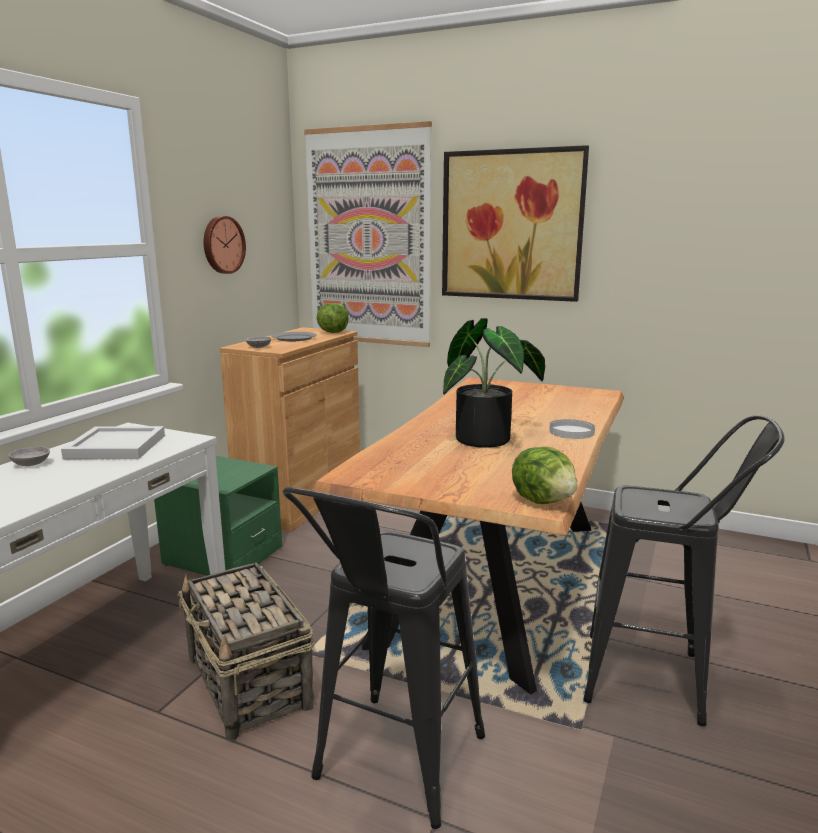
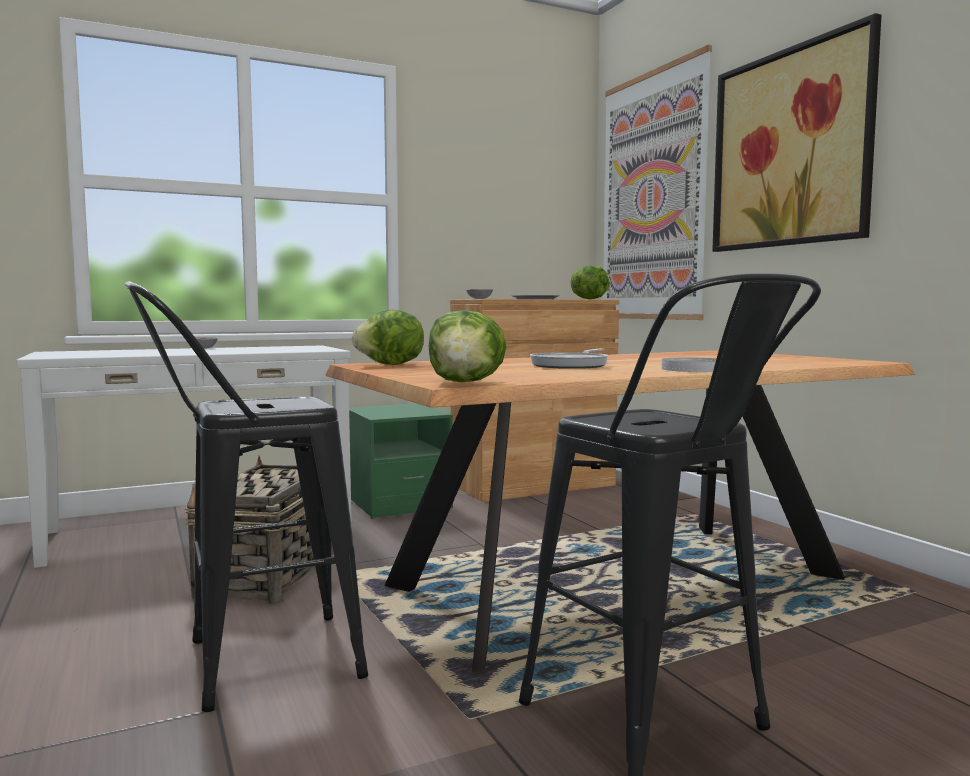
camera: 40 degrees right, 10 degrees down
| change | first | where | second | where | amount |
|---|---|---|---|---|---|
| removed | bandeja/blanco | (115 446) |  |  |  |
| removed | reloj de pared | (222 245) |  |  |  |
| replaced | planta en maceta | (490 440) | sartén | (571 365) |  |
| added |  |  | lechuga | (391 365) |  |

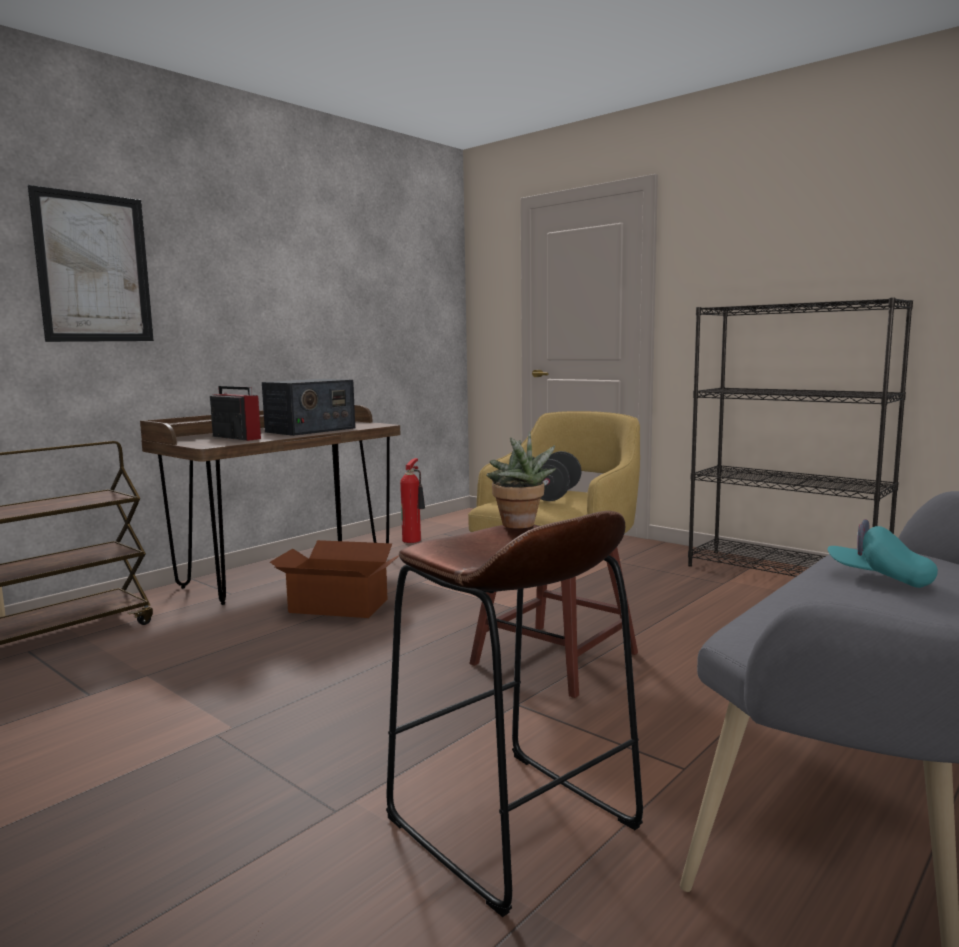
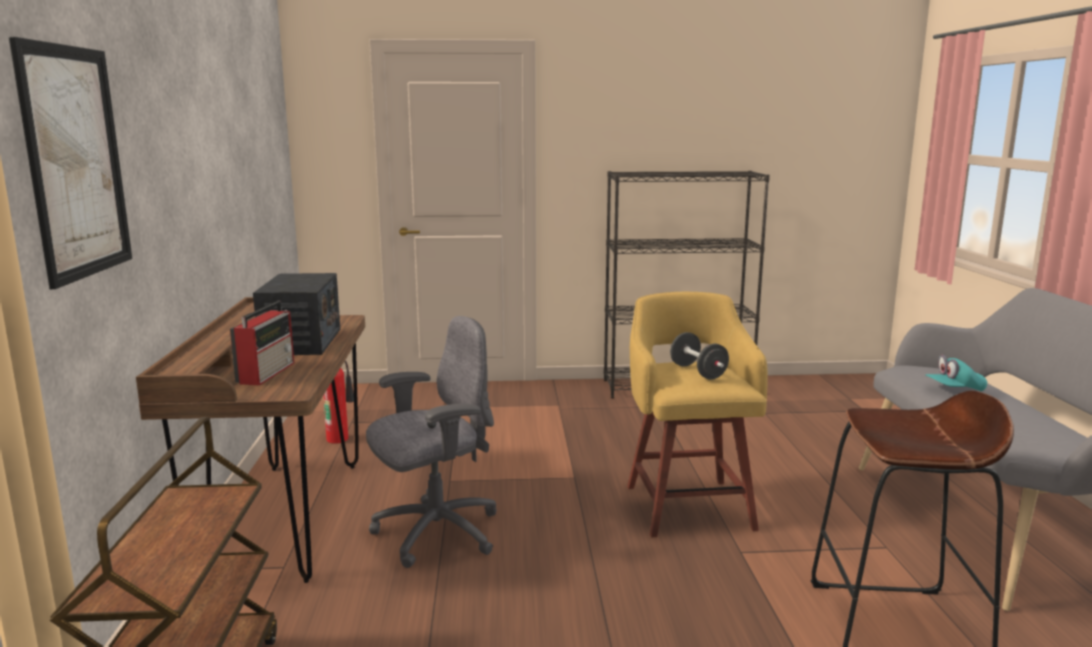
camera: 45 degrees left, 5 degrees up
| change | first | where | second | where | amount |
|---|---|---|---|---|---|
| turned | radio | (236 438) |  | (267 372) | 105 degrees clockwise |
| replaced | caja de cartón | (339 606) | silla de oficina/gris | (435 533) |  |
| removed | planta en maceta | (520 526) |  |  |  |

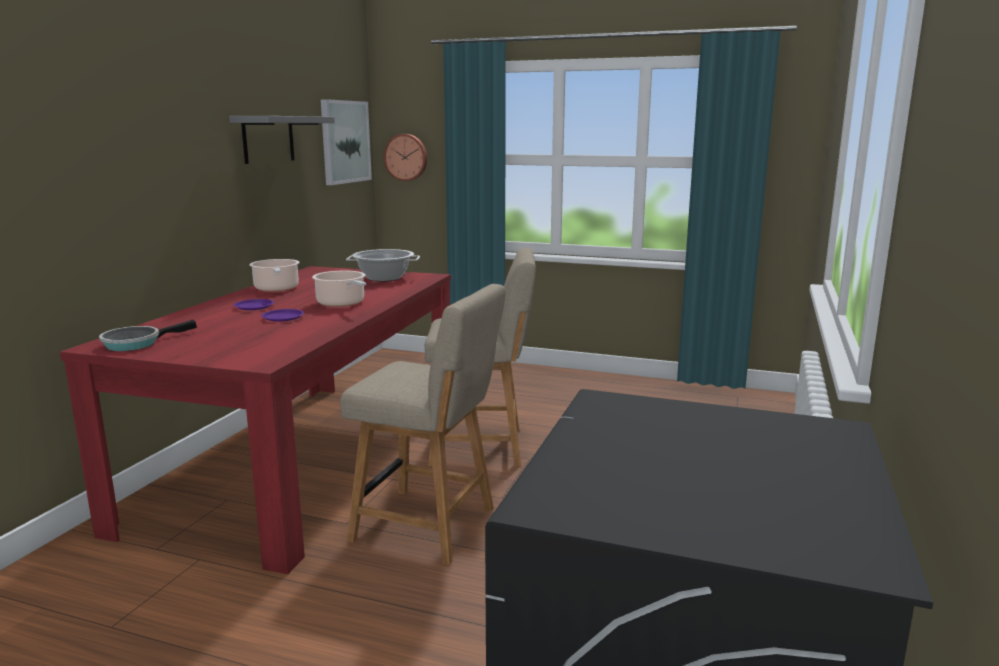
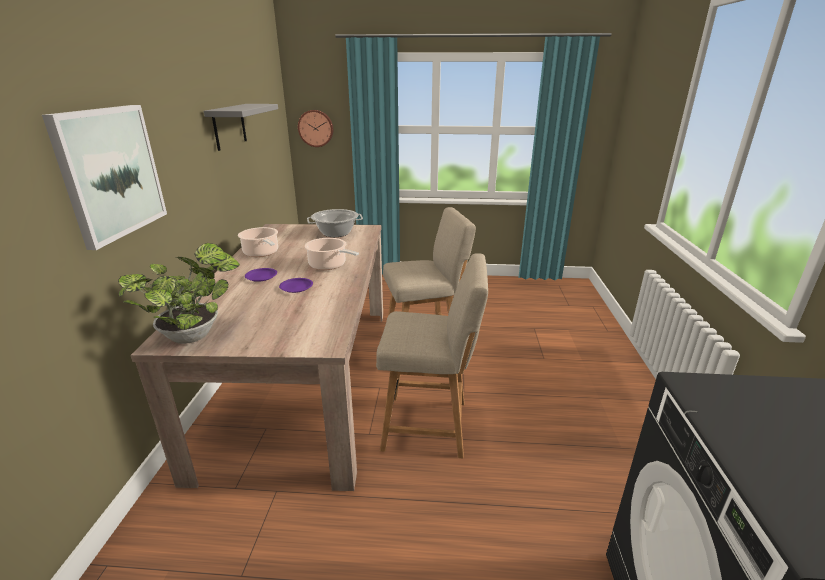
camera: 15 degrees left, 10 degrees up
| change | first | where | second | where | amount |
|---|---|---|---|---|---|
| recoloured | mesa de comedor/rojo | (307 458) | mesa de comedor/beis | (306 378) |  |
| replaced | sartén | (136 343) | planta en maceta | (195 335) |  |
| moved | cuadro | (345 142) |  | (110 173) |  |

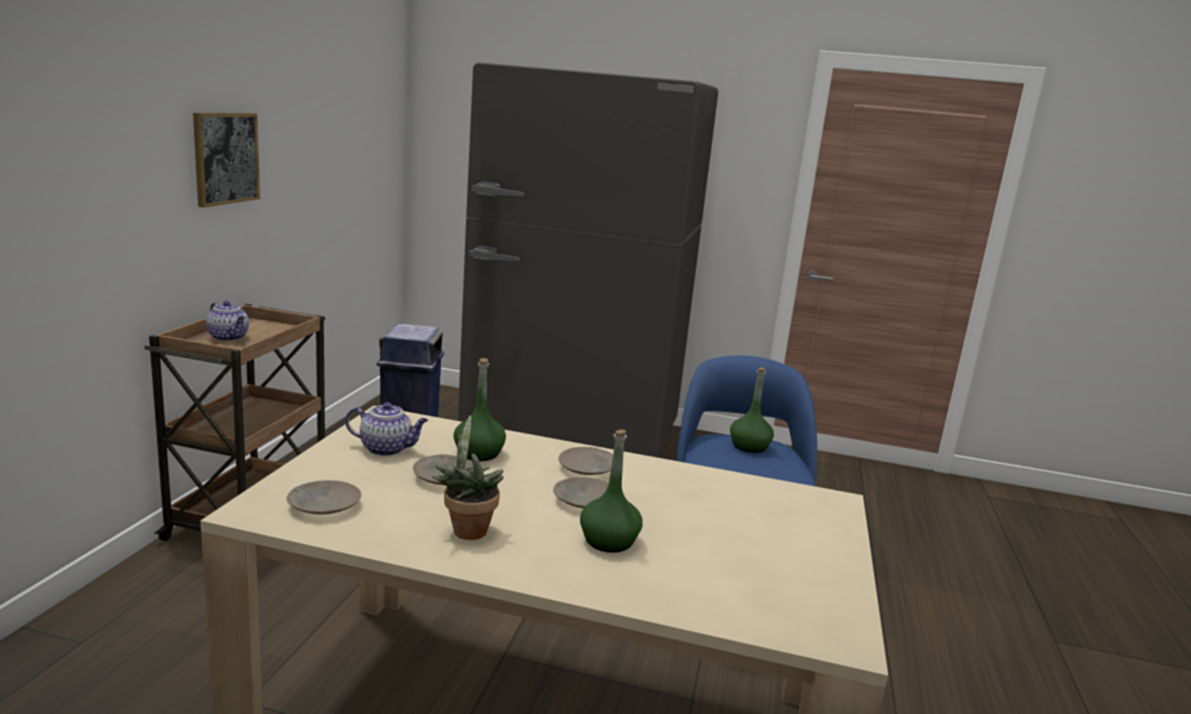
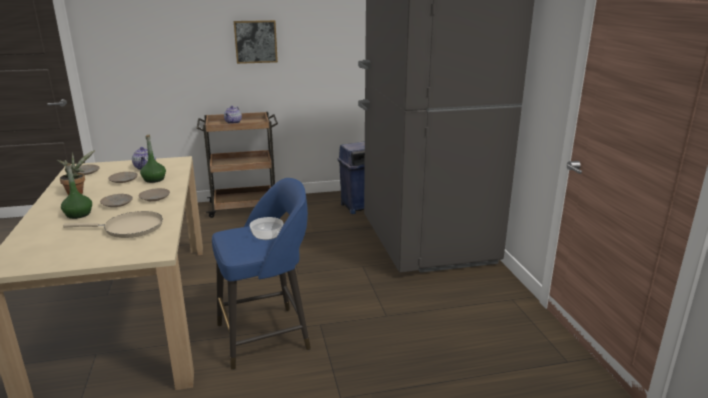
camera: 65 degrees right, 5 degrees up
| change | first | where | second | where | amount |
|---|---|---|---|---|---|
| replaced | botella/verde | (749 446) | cuenco | (266 235) |  |
| added |  |  | sartén/beis | (129 228) |  |

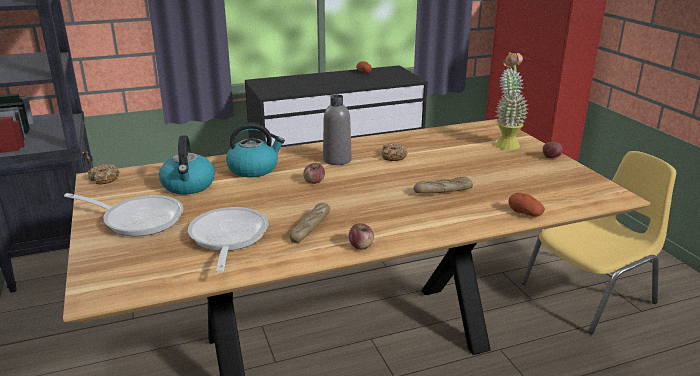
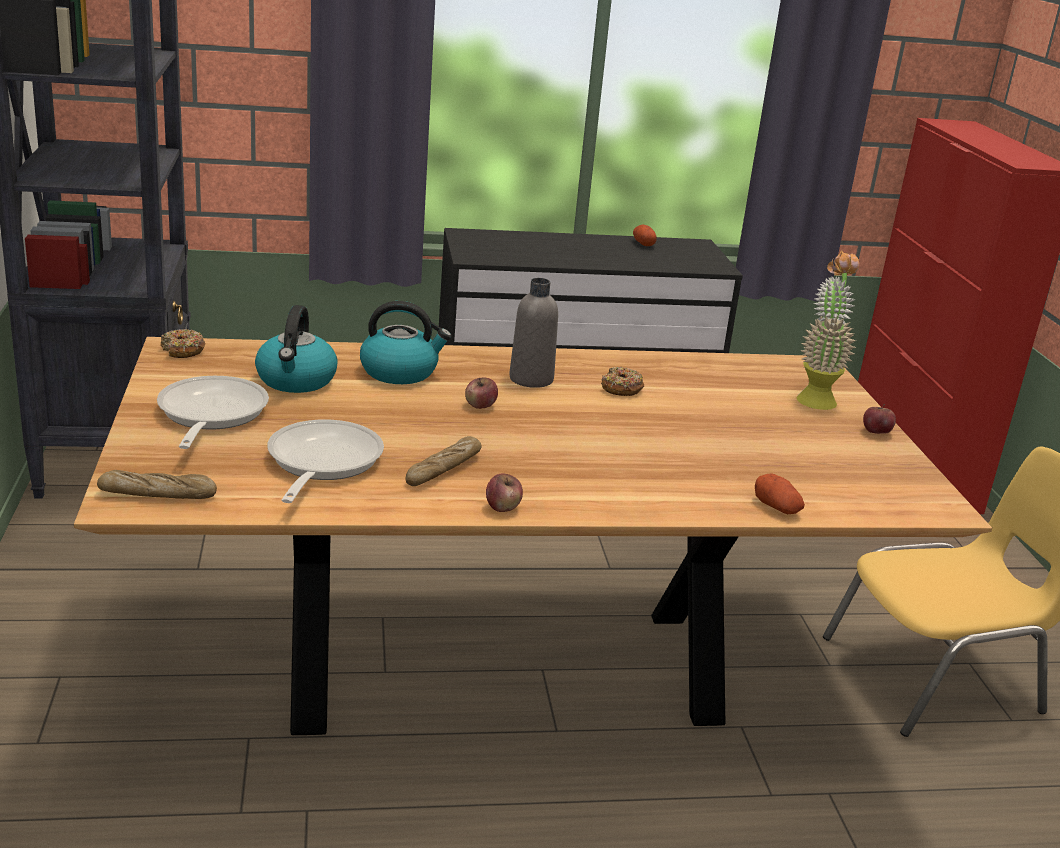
camera: 10 degrees right, 0 degrees up
| change | first | where | second | where | amount |
|---|---|---|---|---|---|
| turned | sartén | (138 219) |  | (210 415) | 120 degrees counterclockwise |
| moved | pan | (443 191) |  | (157 494) |  |

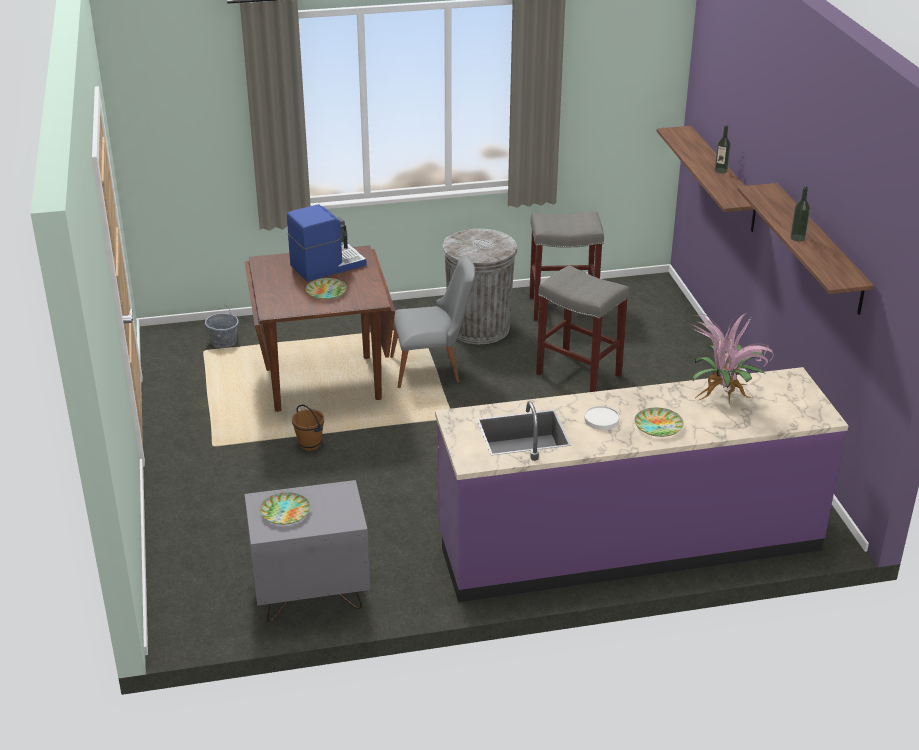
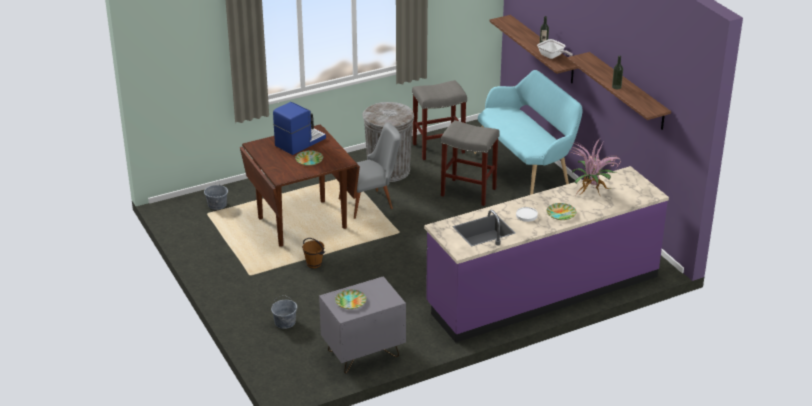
camera: 15 degrees left, 0 degrees up
| change | first | where | second | where | amount |
|---|---|---|---|---|---|
| added |  |  | cubo/gris | (284 322) |  |
| added |  |  | banco/turquesa | (526 171) |  |
| added |  |  | sartén | (552 56) |  |

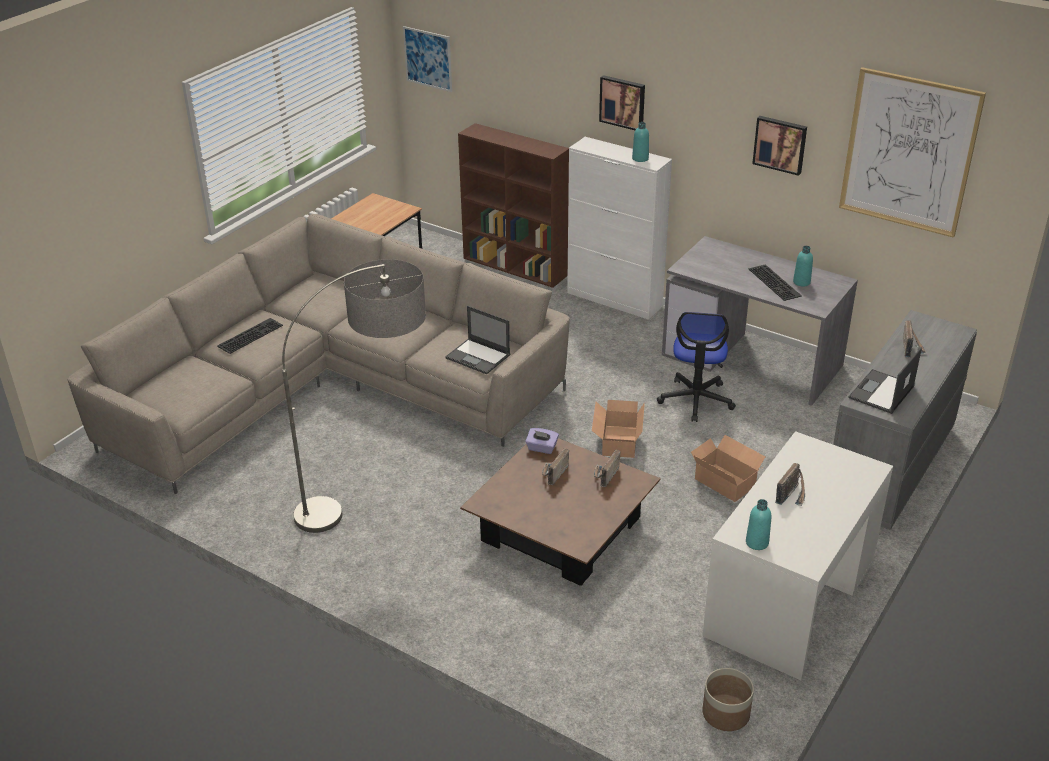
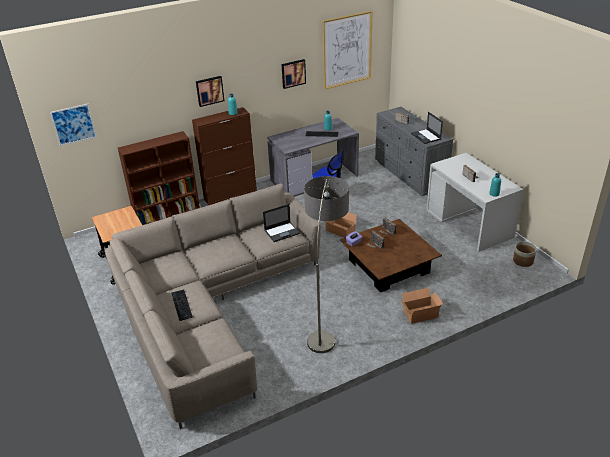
camera: 60 degrees left, 0 degrees up
| change | first | where | second | where | amount |
|---|---|---|---|---|---|
| recoloured | armario/blanco | (615 299) | armario/marrón | (231 195) |  |
| moved | caja de cartón | (725 481) |  | (419 313) |  |

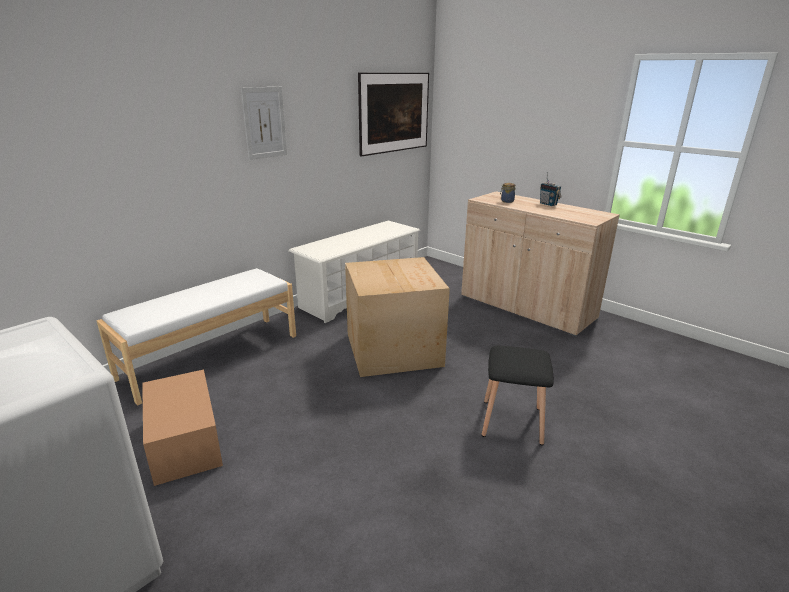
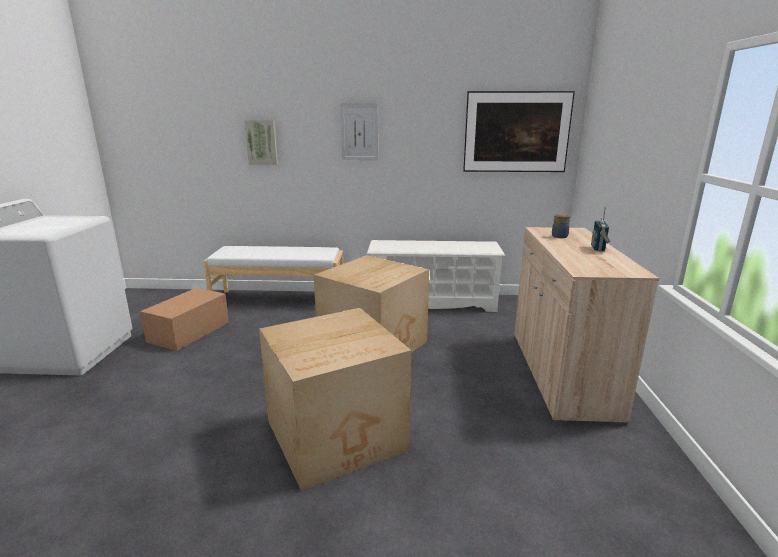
camera: 50 degrees right, 5 degrees down
| change | first | where | second | where | amount |
|---|---|---|---|---|---|
| replaced | taburete/negro | (513 421) | caja de cartón | (338 435) |  |
| added |  |  | cuadro | (262 142) |  |

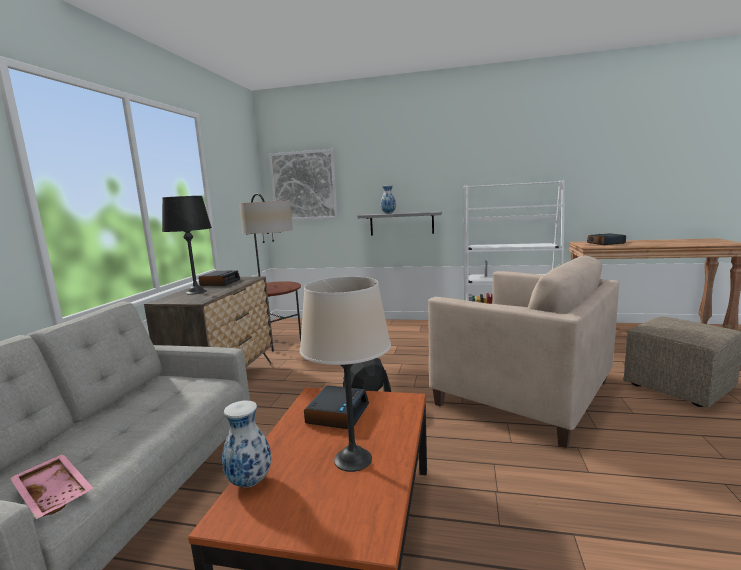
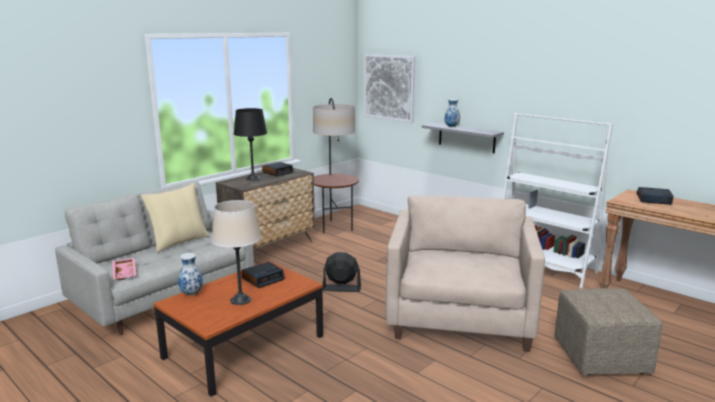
camera: 30 degrees right, 5 degrees up
| change | first | where | second | where | amount |
|---|---|---|---|---|---|
| turned | sillón/beis | (522 392) |  | (459 317) | 150 degrees counterclockwise |
| added |  |  | cojín/beis | (178 242) |  |

